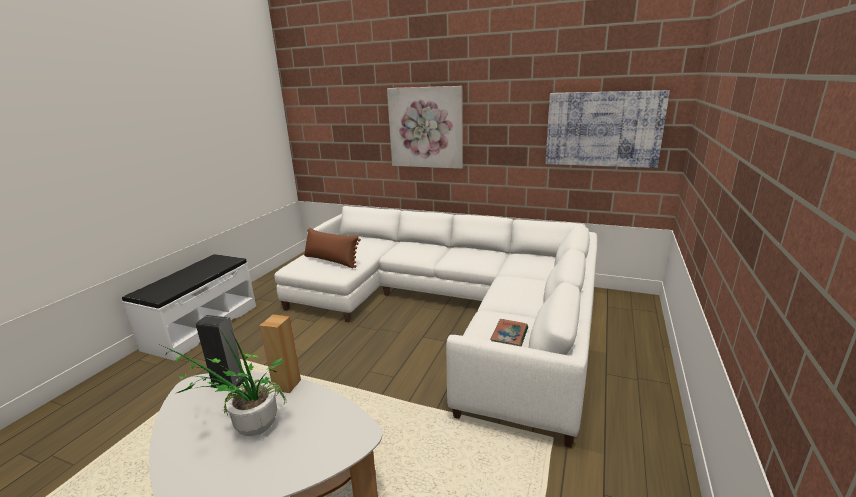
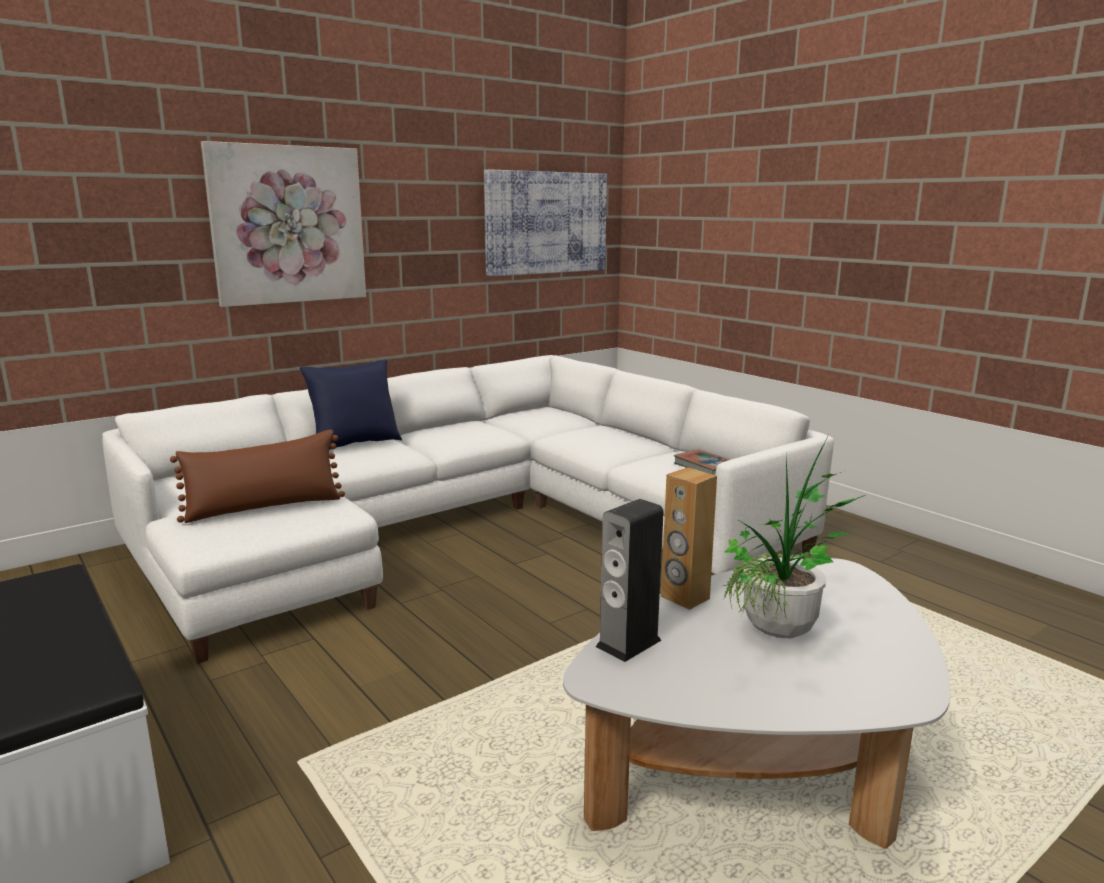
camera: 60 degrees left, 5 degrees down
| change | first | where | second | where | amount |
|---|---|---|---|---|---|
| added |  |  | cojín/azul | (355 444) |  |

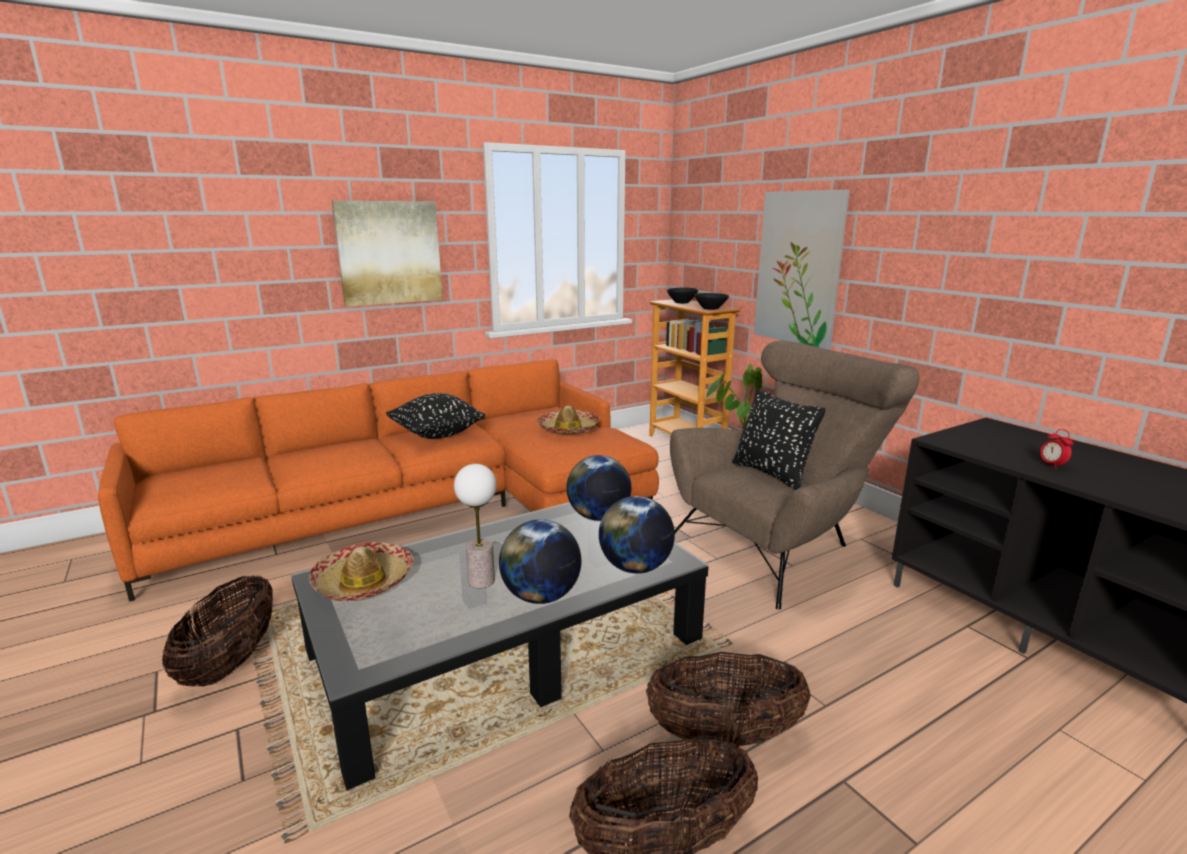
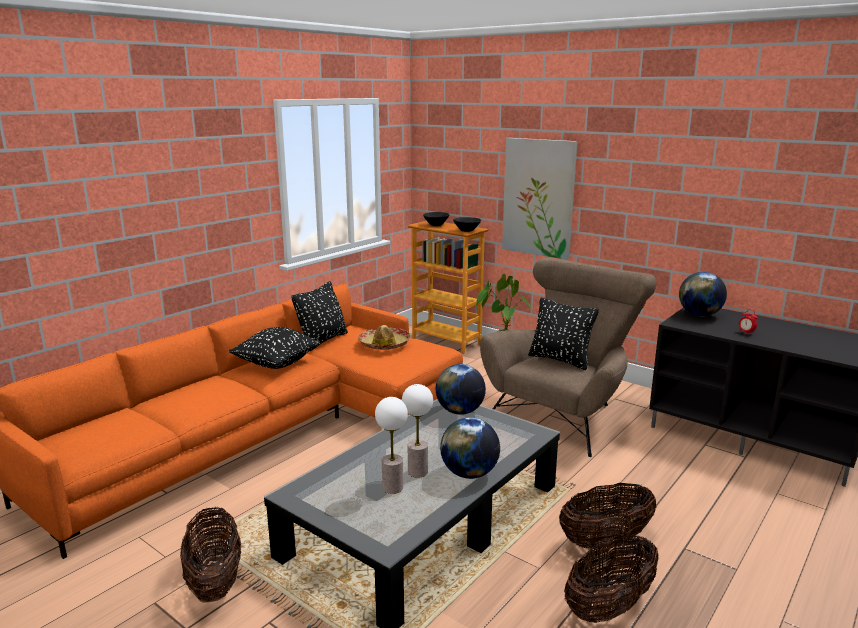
camera: 20 degrees left, 0 degrees up
| change | first | where | second | where | amount |
|---|---|---|---|---|---|
| removed | sombrero | (364 582) |  |  |  |
| removed | cuadro | (389 252) |  |  |  |
| moved | globo terráqueo | (635 567) |  | (699 315) |  |
| added |  |  | cojín/negro | (322 340) |  |
| added |  |  | lámpara de mesa | (392 488) |  |

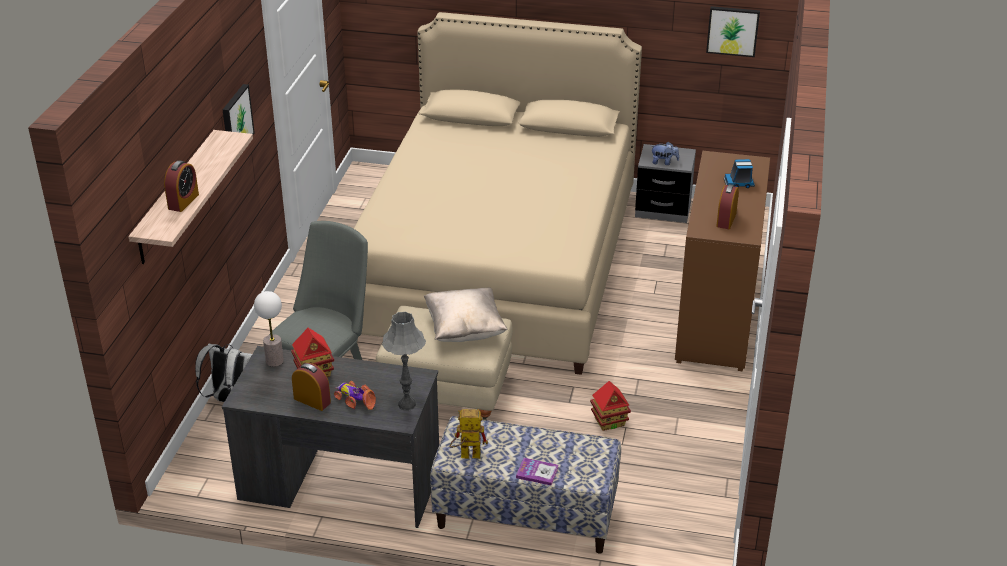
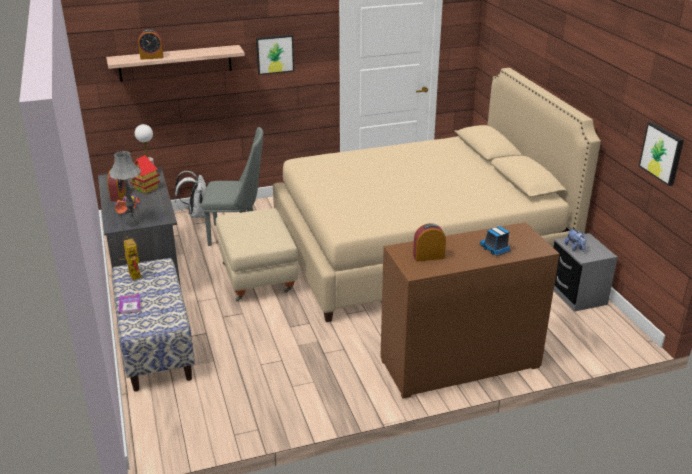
camera: 60 degrees right, 5 degrees down
| change | first | where | second | where | amount |
|---|---|---|---|---|---|
| removed | cojín/beis | (465 330) |  |  |  |
| removed | casita | (609 421) |  |  |  |

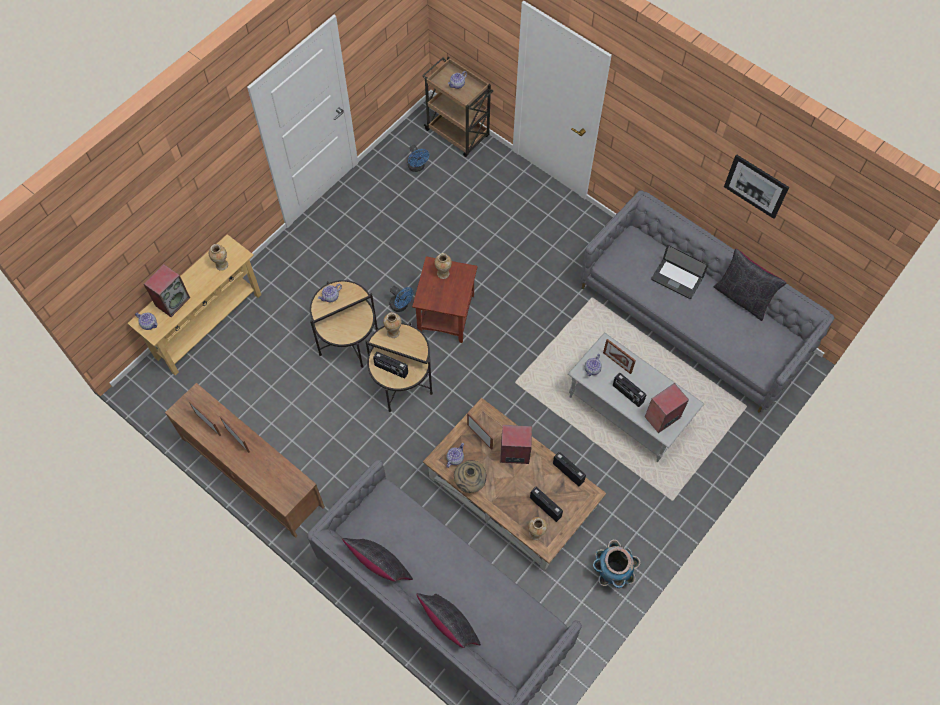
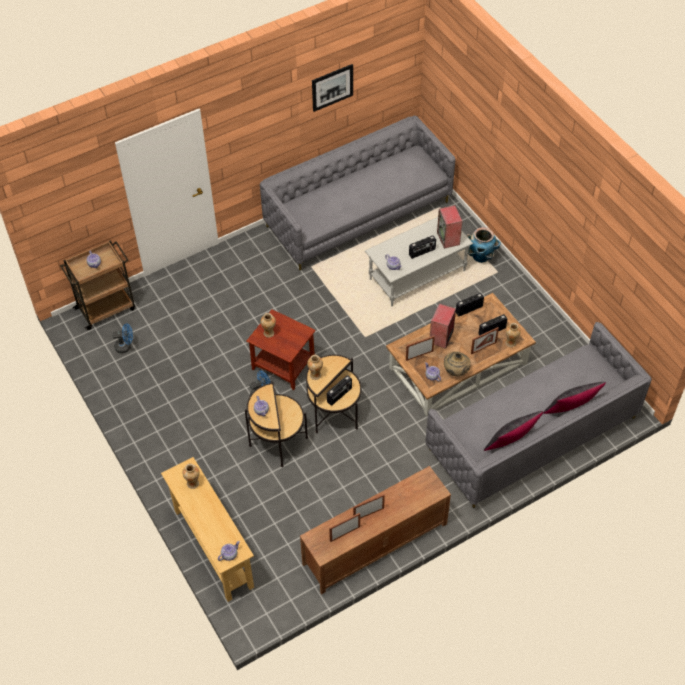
camera: 70 degrees left, 10 degrees down
| change | first | where | second | where | amount |
|---|---|---|---|---|---|
| removed | altavoz | (172 301) |  |  |  |
| moved | maceta | (612 572) |  | (481 257) |  |
| moved | portarretratos | (617 363) |  | (483 348) |  |
| removed | portátil | (676 279) |  |  |  |
| removed | cojín/negro | (742 298) |  |  |  |

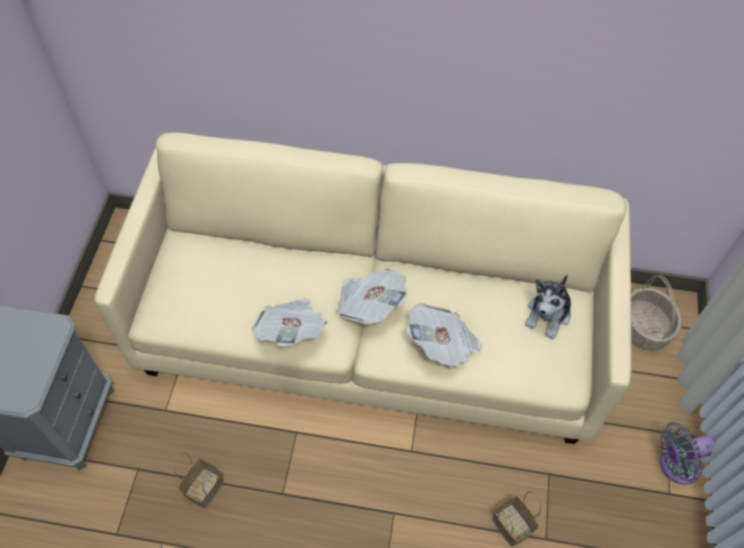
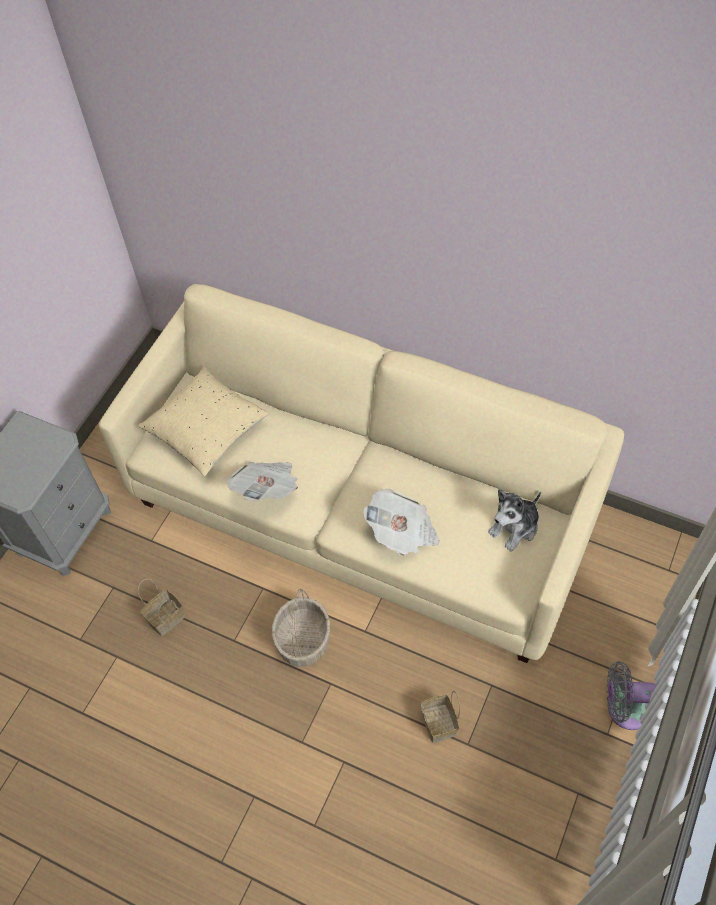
camera: 20 degrees right, 0 degrees up
| change | first | where | second | where | amount |
|---|---|---|---|---|---|
| removed | periódico | (369 304) |  |  |  |
| moved | cesta | (644 328) |  | (304 640) |  |
| added |  |  | cojín/beis | (207 431) |  |

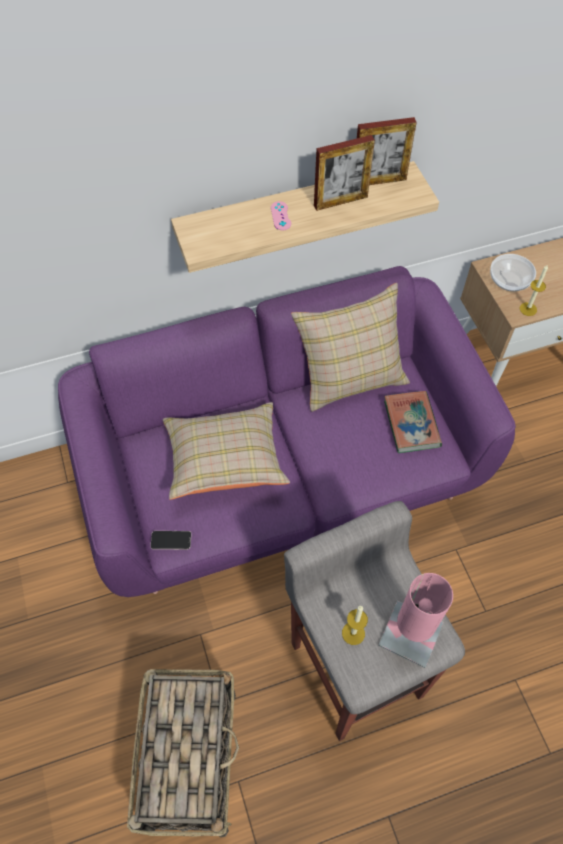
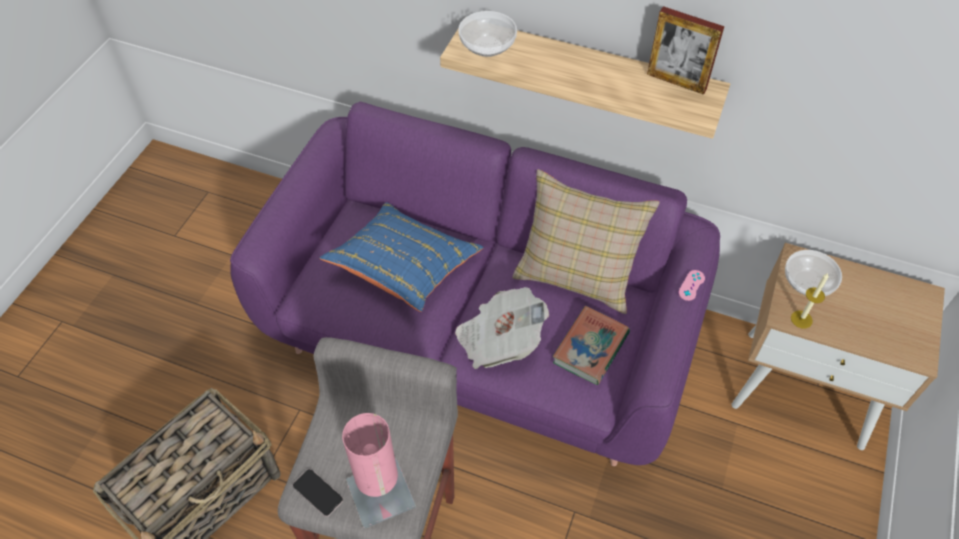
camera: 40 degrees right, 5 degrees down
| change | first | where | second | where | amount |
|---|---|---|---|---|---|
| moved | móvil | (171 540) |  | (318 492) |  |
| recoloured | cojín/beis | (225 461) | cojín/azul | (404 268) |  |
| moved | mando de consola/rosa | (280 216) |  | (691 285) |  |
| removed | portarretratos | (340 201) |  |  |  |
| removed | vela | (353 633) |  |  |  |
| added |  |  | periódico | (499 340) |  |
| added |  |  | cuenco | (488 46) |  |

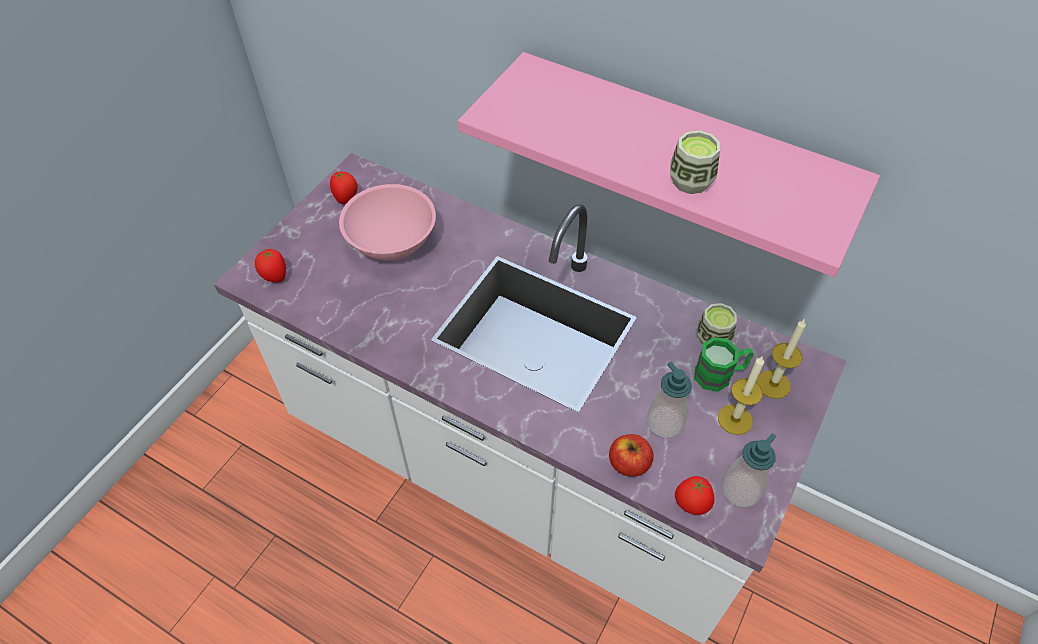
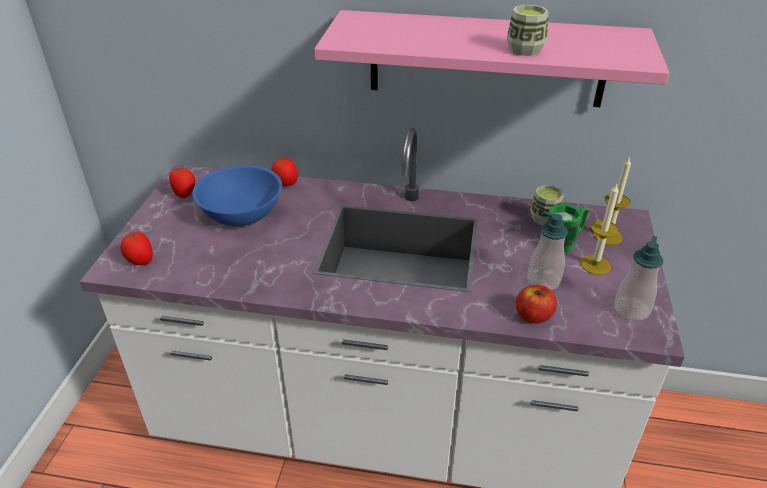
camera: 20 degrees left, 15 degrees down
| change | first | where | second | where | amount |
|---|---|---|---|---|---|
| recoloured | cuenco/rosa | (392 241) | cuenco/azul | (242 214) |  |
| moved | tomate | (691 505) |  | (285 184) |  |

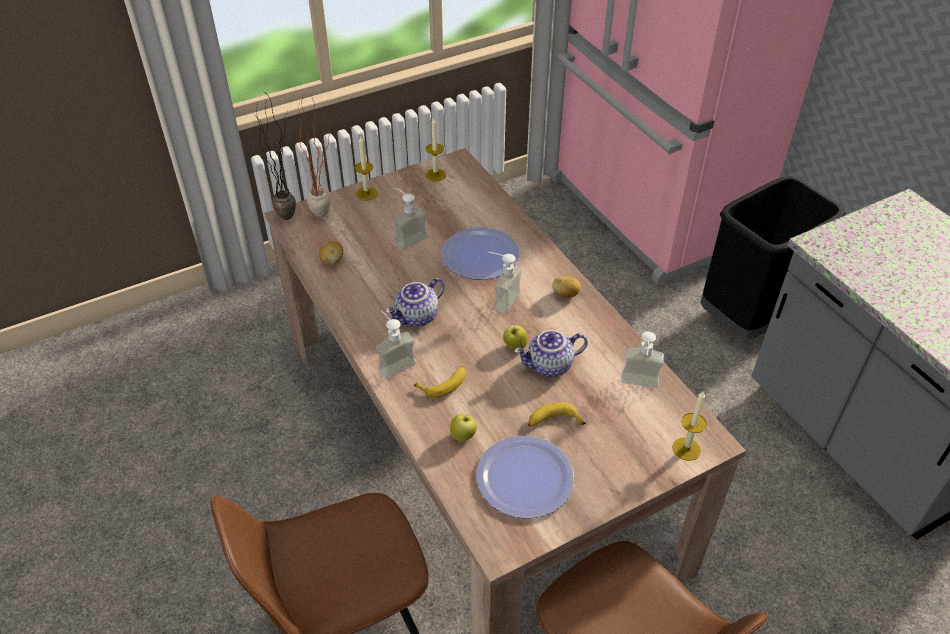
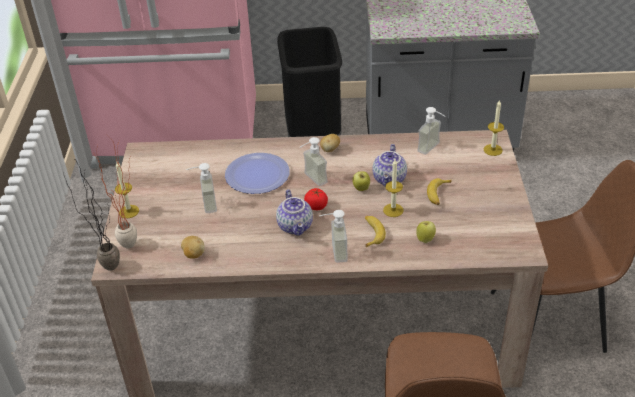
camera: 60 degrees left, 5 degrees down
| change | first | where | second | where | amount |
|---|---|---|---|---|---|
| moved | vela | (435 175) |  | (393 210) |  |
| removed | plato | (525 478) |  |  |  |
| added |  |  | tomate | (316 206) |  |

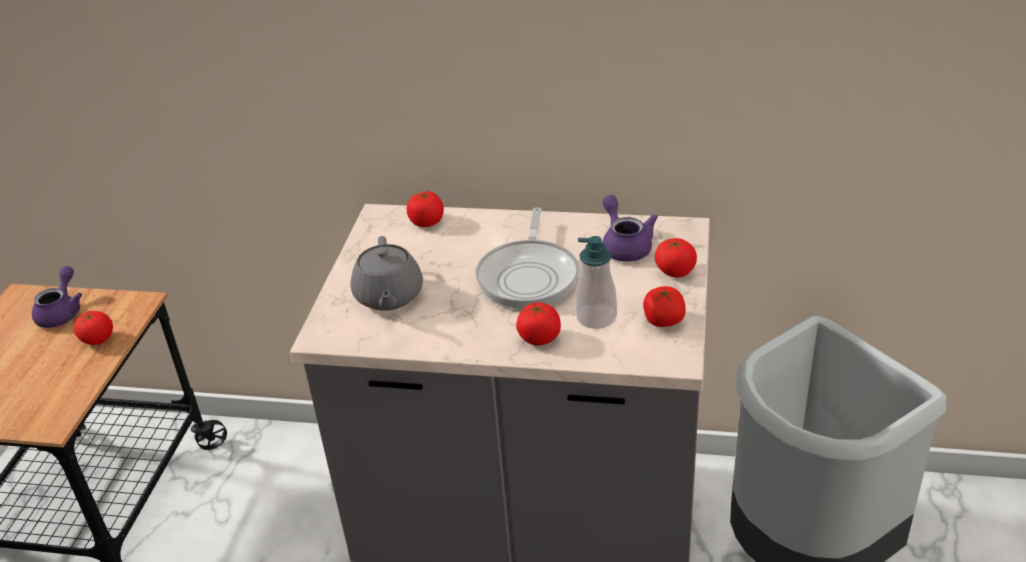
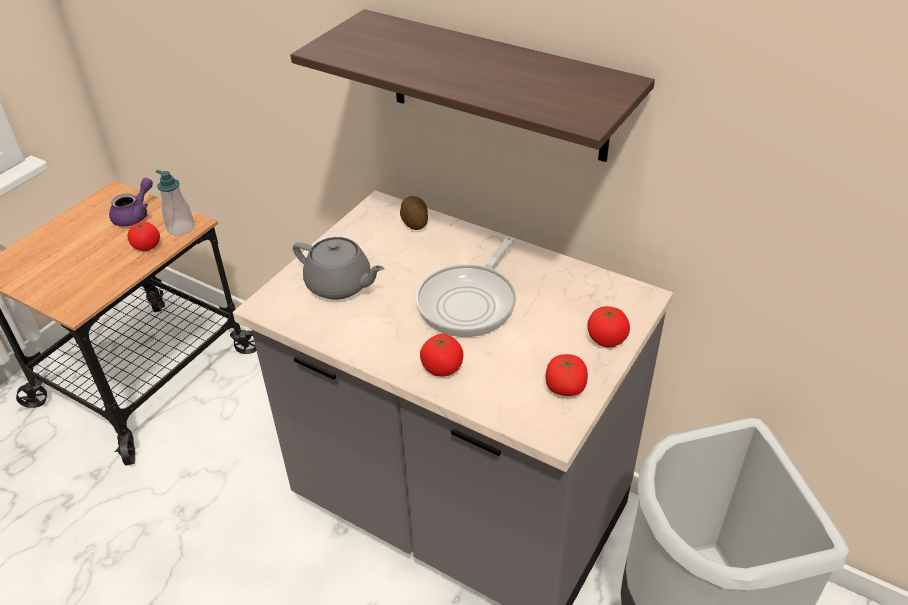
camera: 20 degrees right, 5 degrees up
| change | first | where | second | where | amount |
|---|---|---|---|---|---|
| turned | tetera/gris | (388 296) |  | (340 285) | 75 degrees counterclockwise |
| replaced | tomate | (427 222) | patata | (414 222) |  |
| moved | dispensador de jabón | (596 317) |  | (181 228) |  |
| removed | tetera/morado | (625 245) |  |  |  |
| added |  |  | estante | (497 86) |  |

